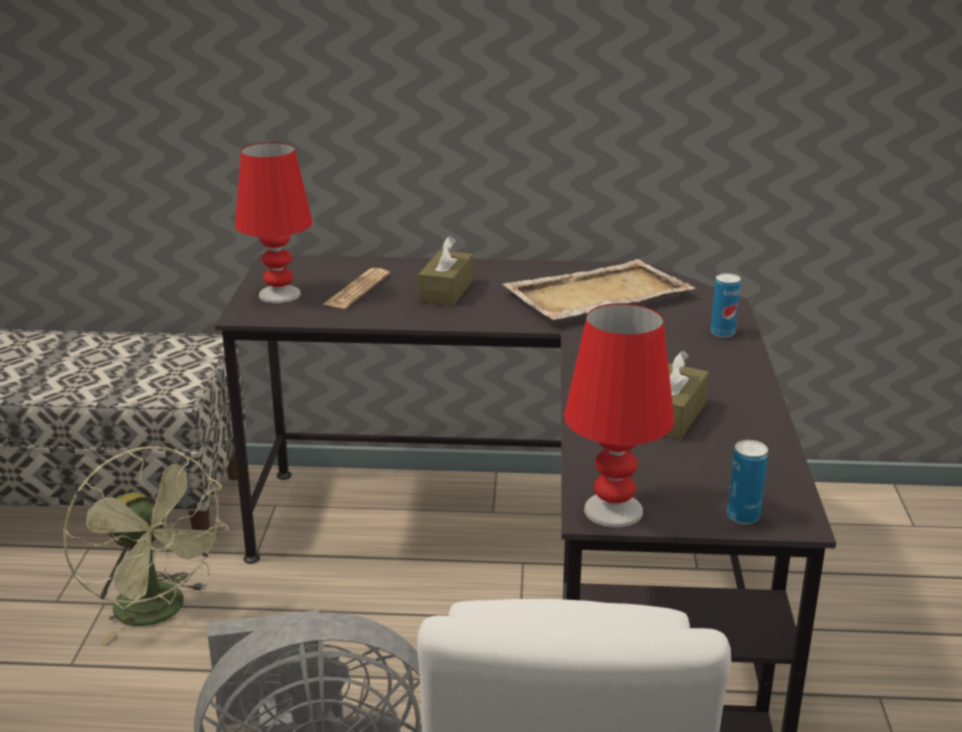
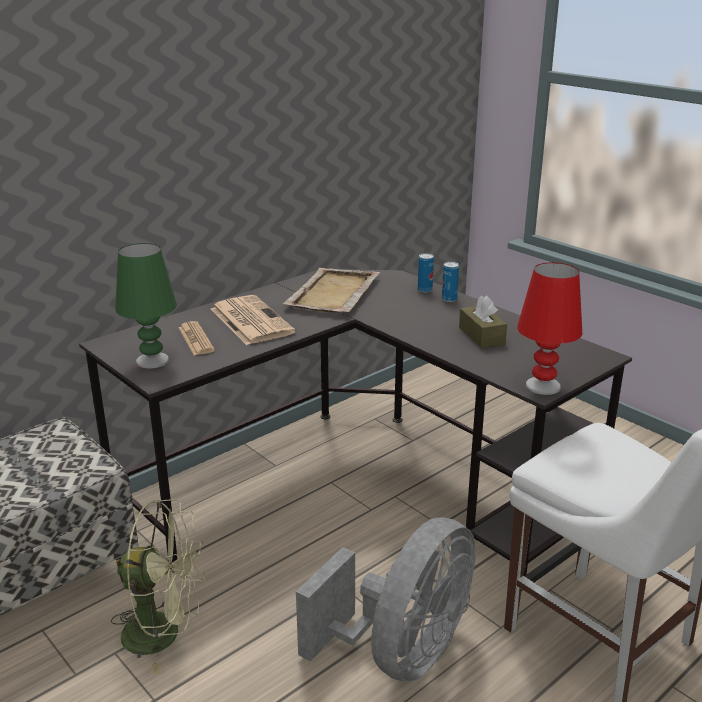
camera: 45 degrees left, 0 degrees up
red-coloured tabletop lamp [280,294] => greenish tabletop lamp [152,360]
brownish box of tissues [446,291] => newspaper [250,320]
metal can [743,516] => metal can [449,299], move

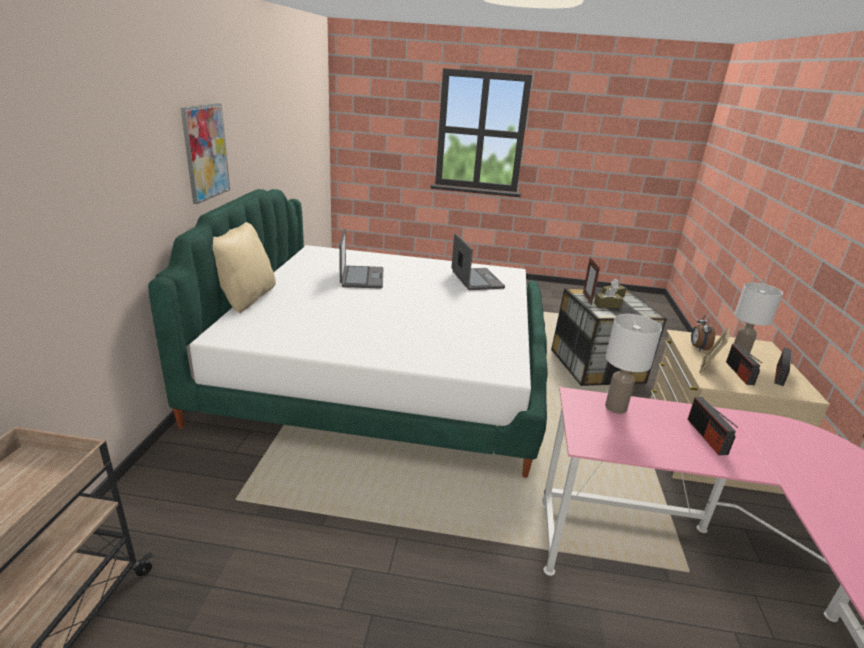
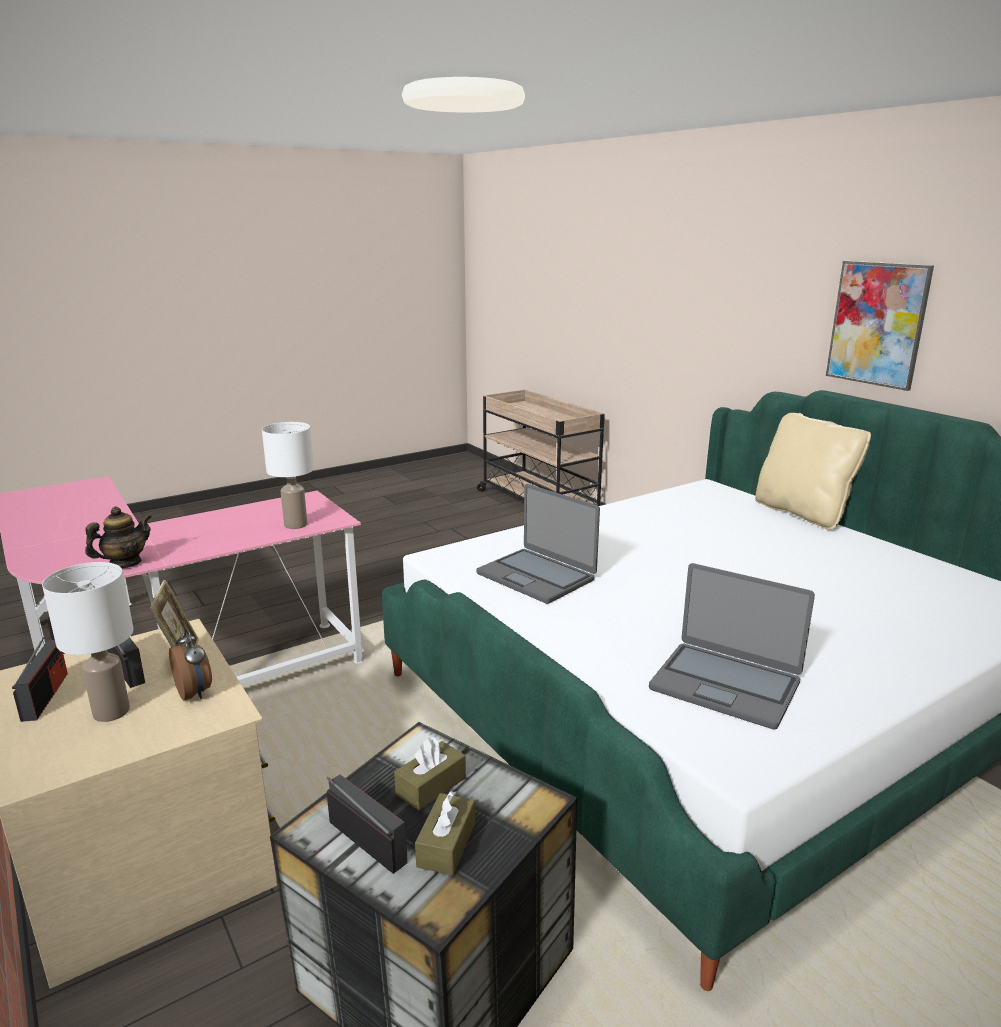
camera: 140 degrees right, 5 degrees down
nothing => pot for tea [125,563]
radio set [707,436] => radio set [367,841], move
laptop [361,278] => laptop [536,576], move
photo frame [587,299] => nothing

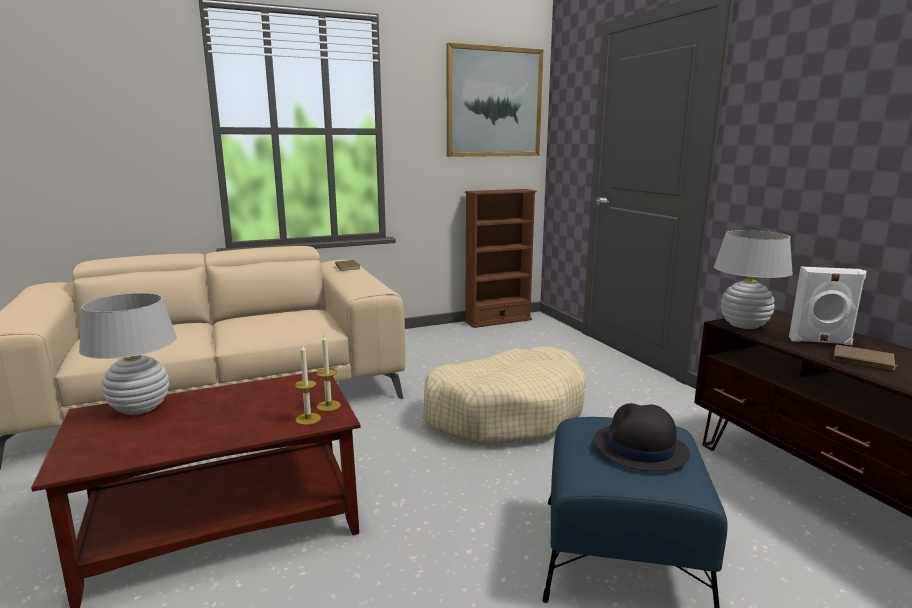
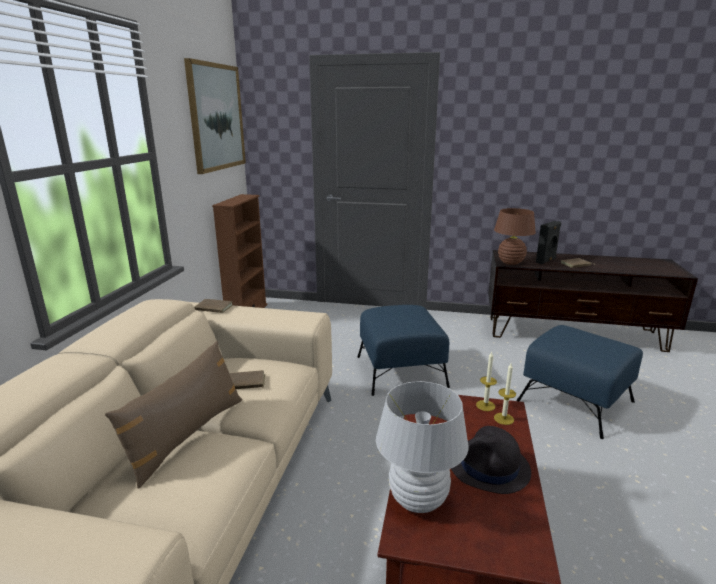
camera: 55 degrees left, 5 degrees up
nothing => brownish pillow [187,435]
nothing => brownish volume [245,383]
beige-coloured pet bed [505,413] => bluish ottoman [400,371]
black-coloured wearable hat [639,448] => black-coloured wearable hat [489,467], move
white tabletop lamp [743,325] => brownish tabletop lamp [510,262]
white loudspeaker [820,341] => black-coloured loudspeaker [546,261]

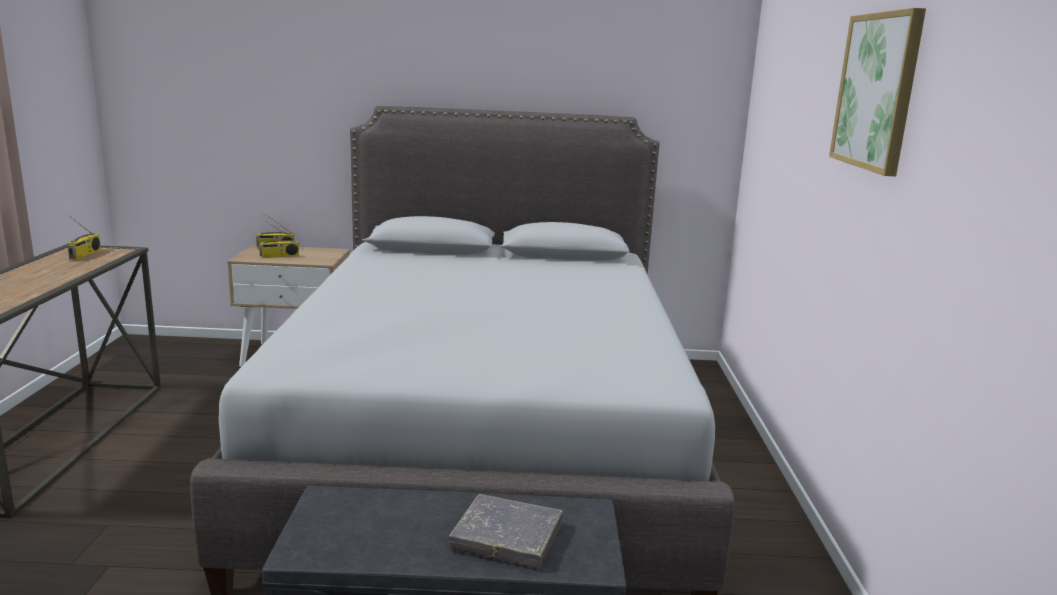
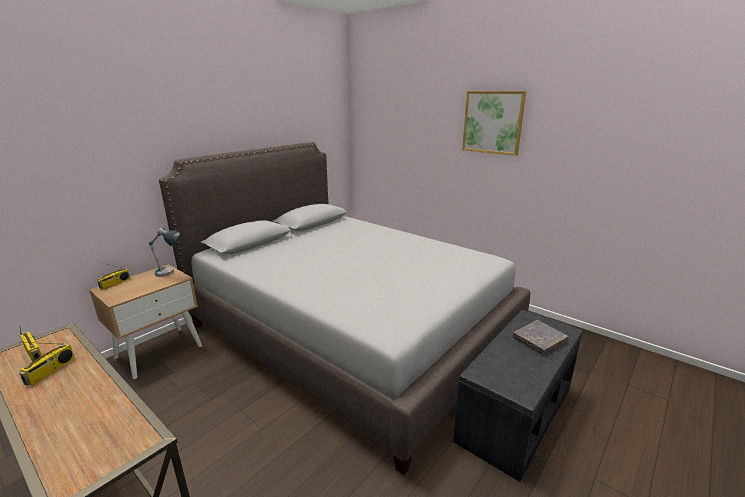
camera: 50 degrees left, 5 degrees up
radio set [279,256] => radio set [51,371], move
nothing => tabletop lamp [170,274]

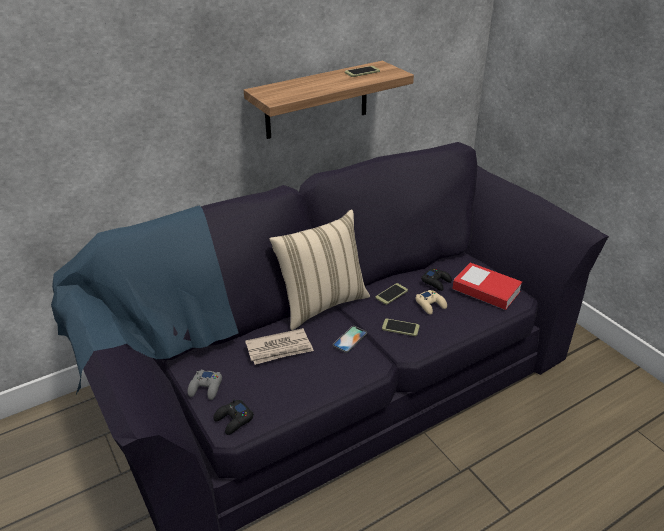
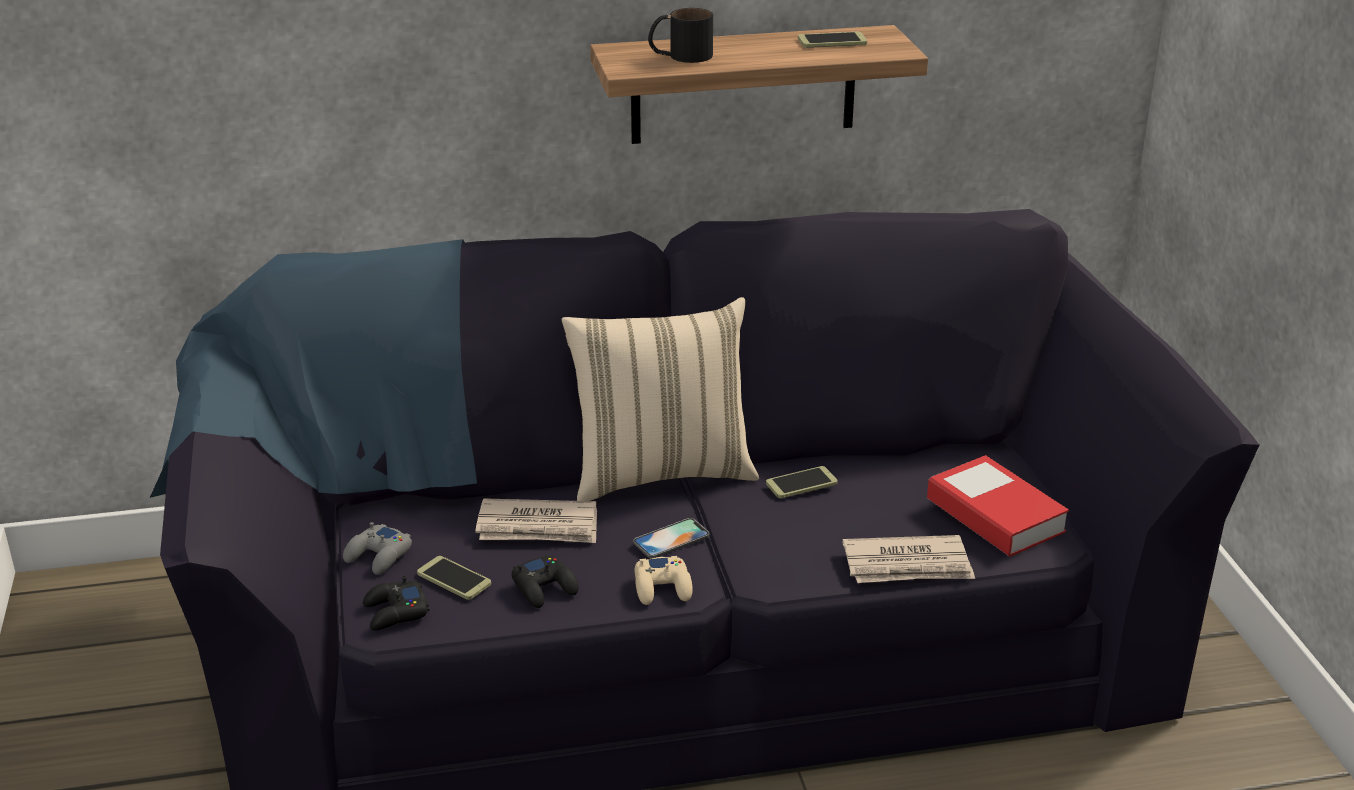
camera: 20 degrees right, 5 degrees down
telephone [400,328] => telephone [454,579], move
black-coloured gamepad [436,282] => black-coloured gamepad [545,588], move
beige-coloured gamepad [430,305] => beige-coloured gamepad [663,587], move
nothing => black-coloured mug [680,56]
nothing => newspaper [908,565]

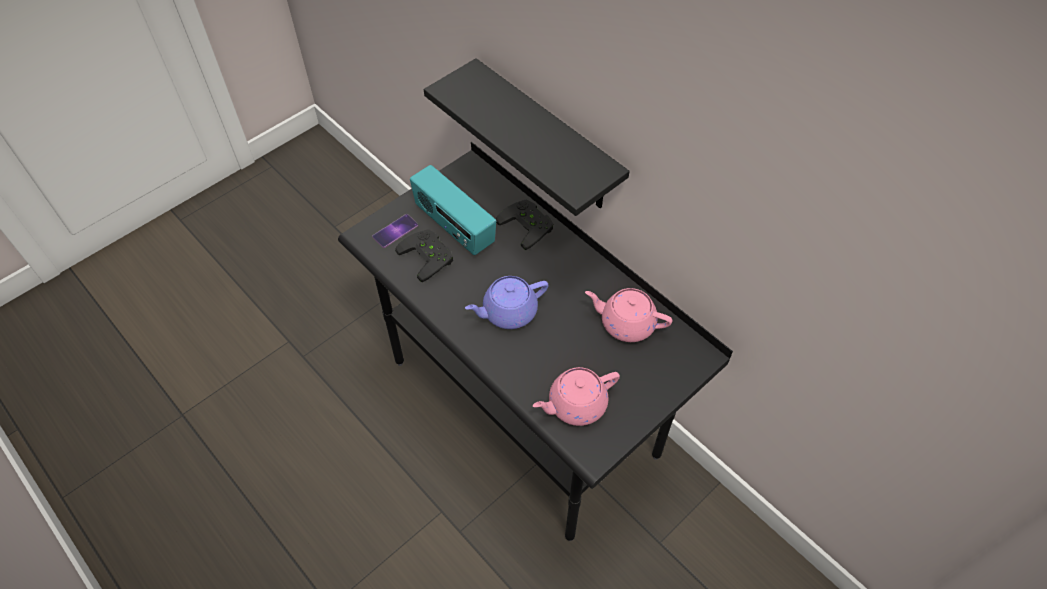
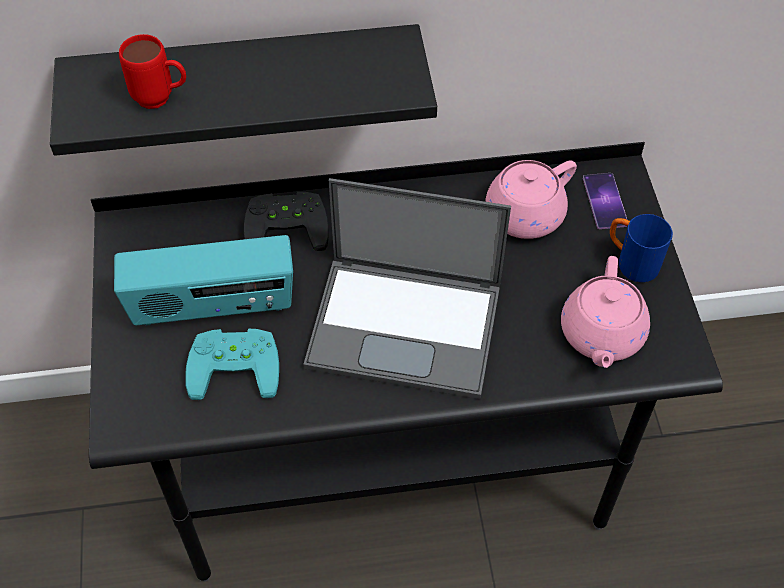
camera: 55 degrees left, 0 degrees up
nothing => red-coloured mug [162,99]
black-coloured gamepad [429,256] => turquoise-coloured gamepad [236,363]
purple-coloured pot for tea [508,312] => laptop [407,325]
telephone [395,231] => telephone [605,201], move
nothing => bluish mug [631,262]

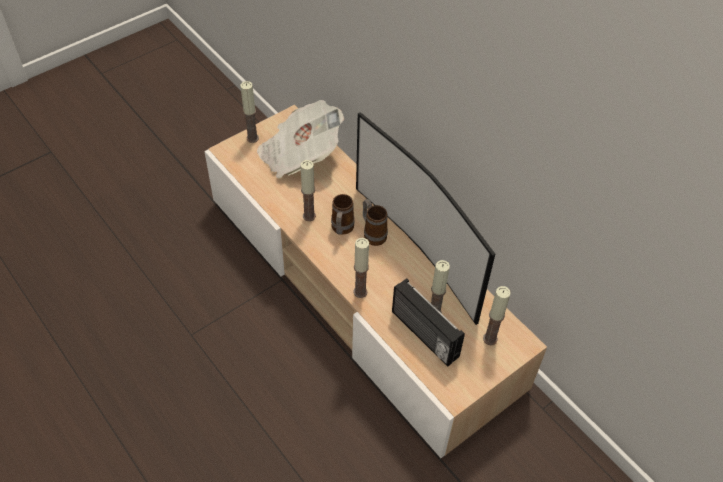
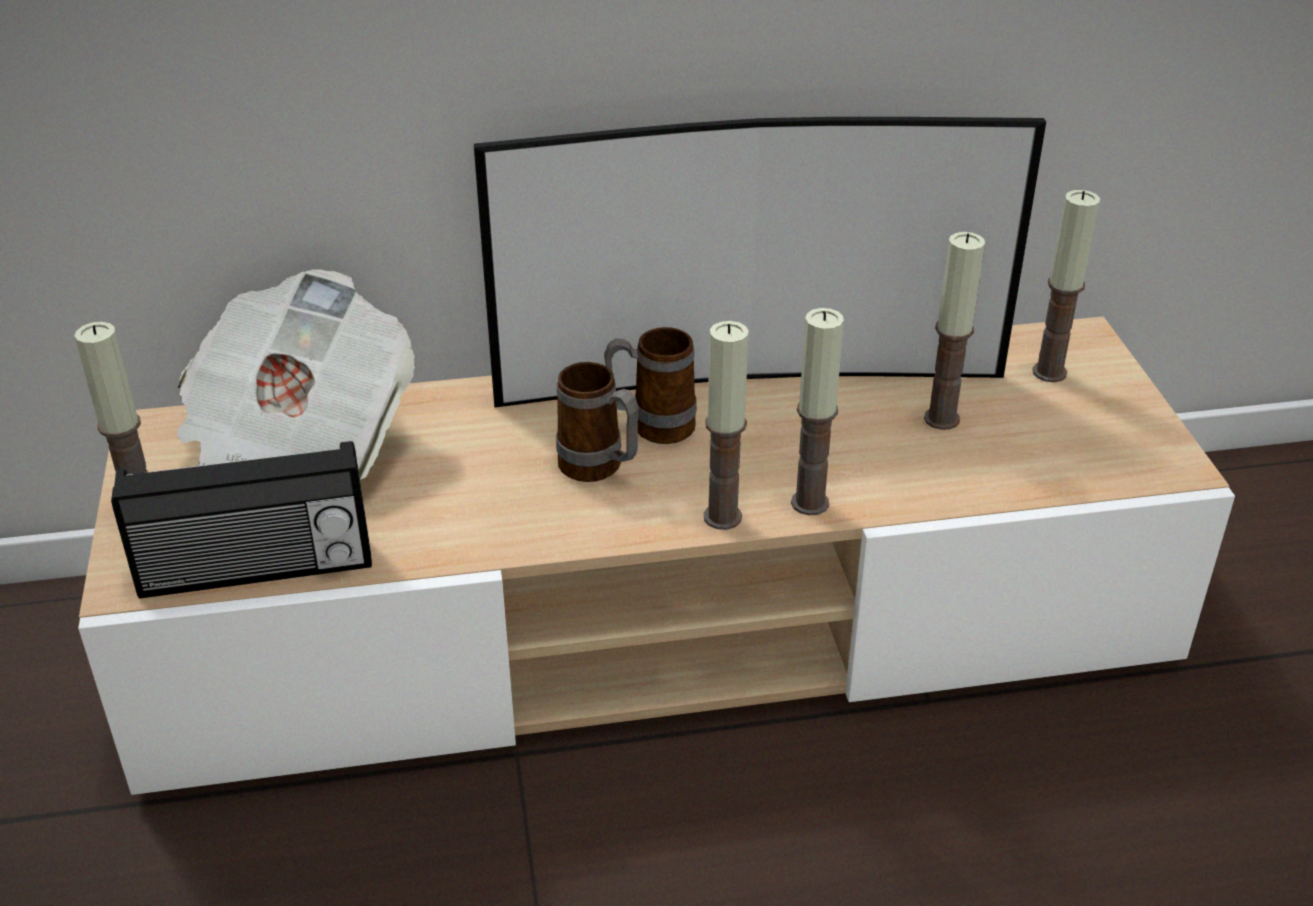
camera: 60 degrees left, 15 degrees down
radio set [423,335] => radio set [256,571], move
wax candle [309,216] => wax candle [722,517], move

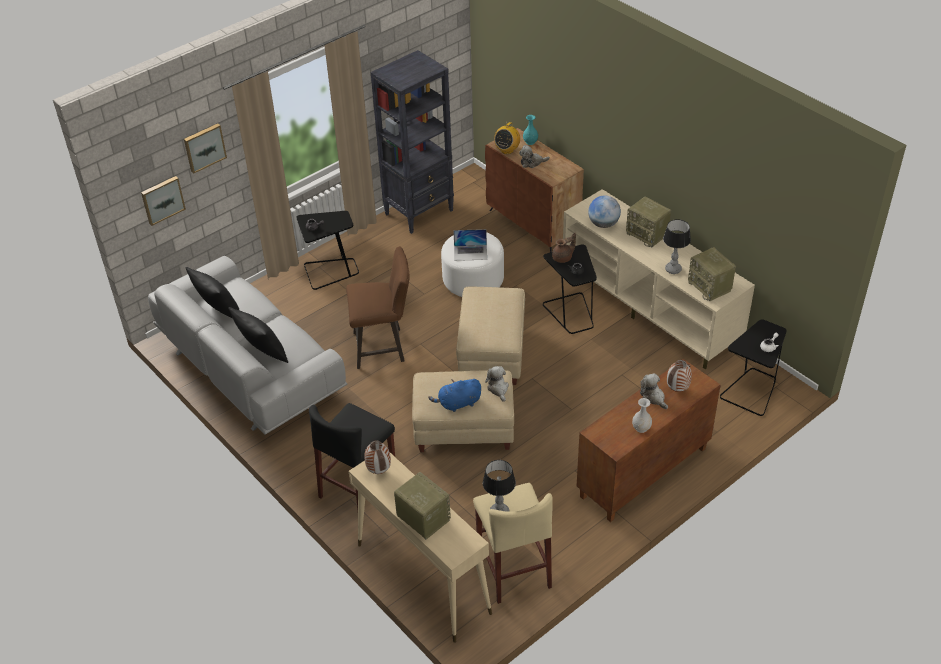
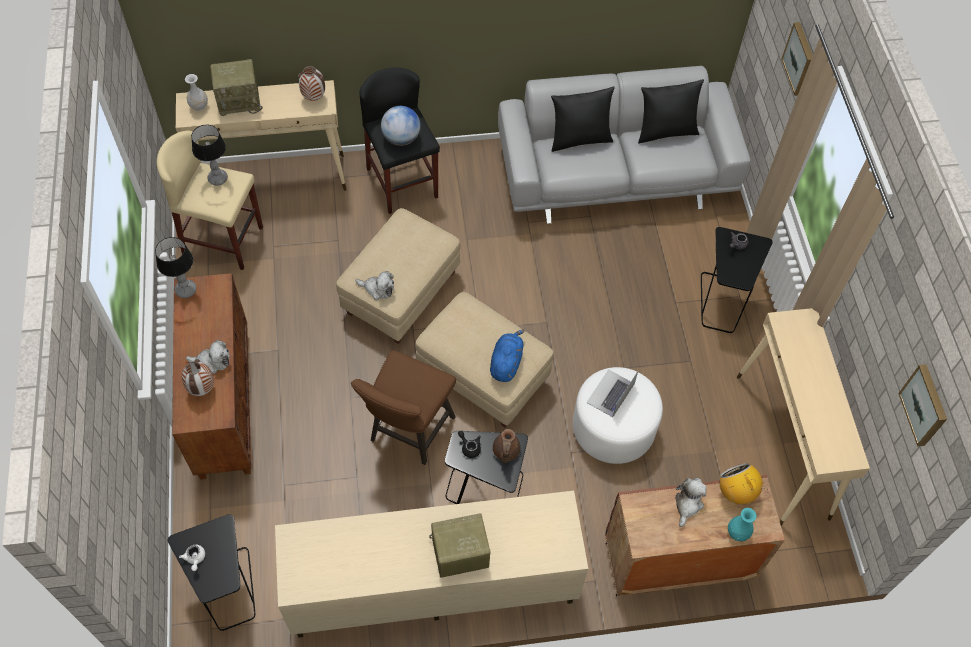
camera: 120 degrees right, 15 degrees up
tabletop lamp [673,269] => tabletop lamp [186,290], move
white flower vase [641,428] => white flower vase [199,106], move
brownish sitting stool [383,347] => brownish sitting stool [408,433], move
desk globe [603,224] => desk globe [401,138], move
bluish plush toy [458,403] => bluish plush toy [506,362], move
black-coloured shelving unit [419,212] => beige-coloured console table [782,446]
picture [162,199] => picture [925,405], move
radio set [710,287] => nothing

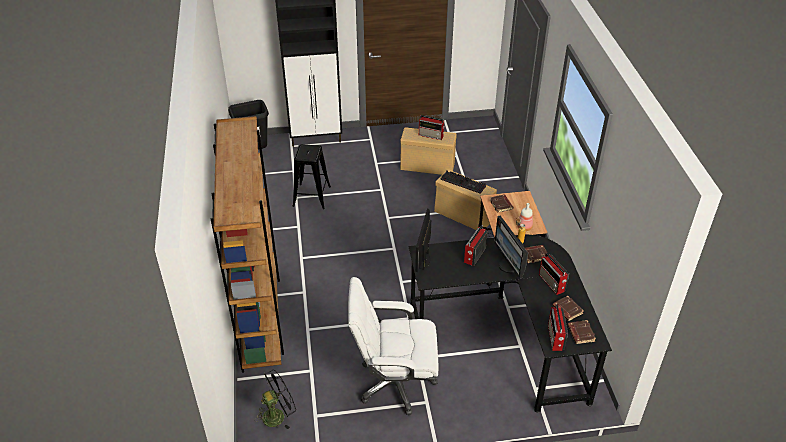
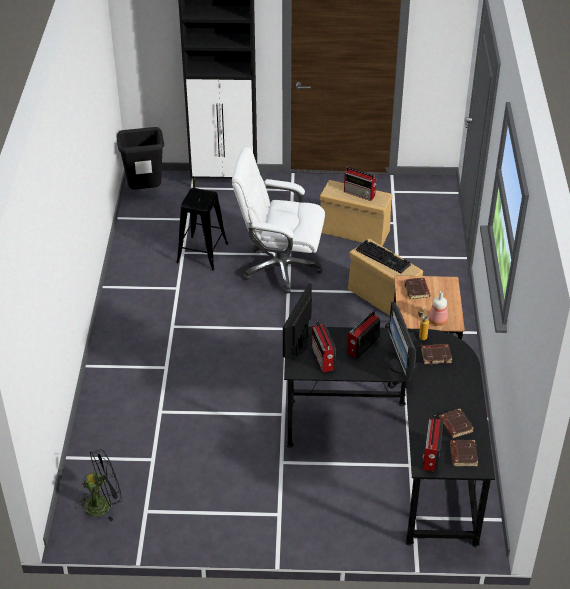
camera: 10 degrees right, 0 degrees up
white computer chair [394,383] => white computer chair [280,267], move
radio set [552,283] => radio set [323,359], move
brownish shelving unit [261,317] => nothing

